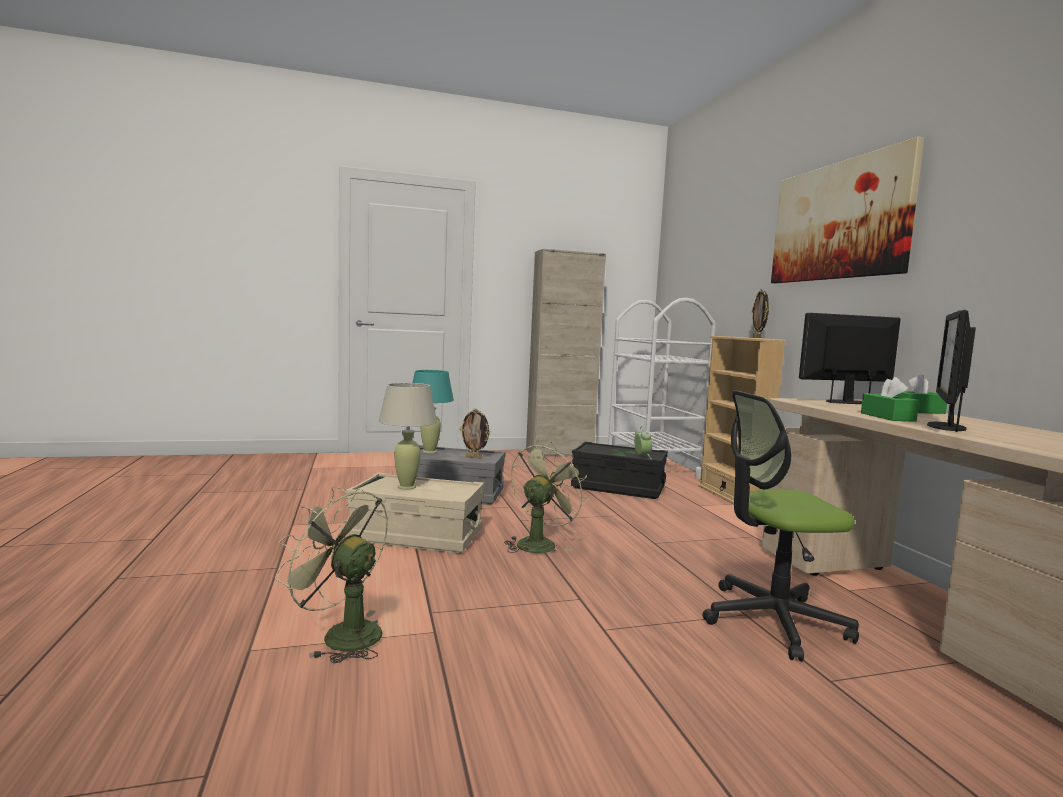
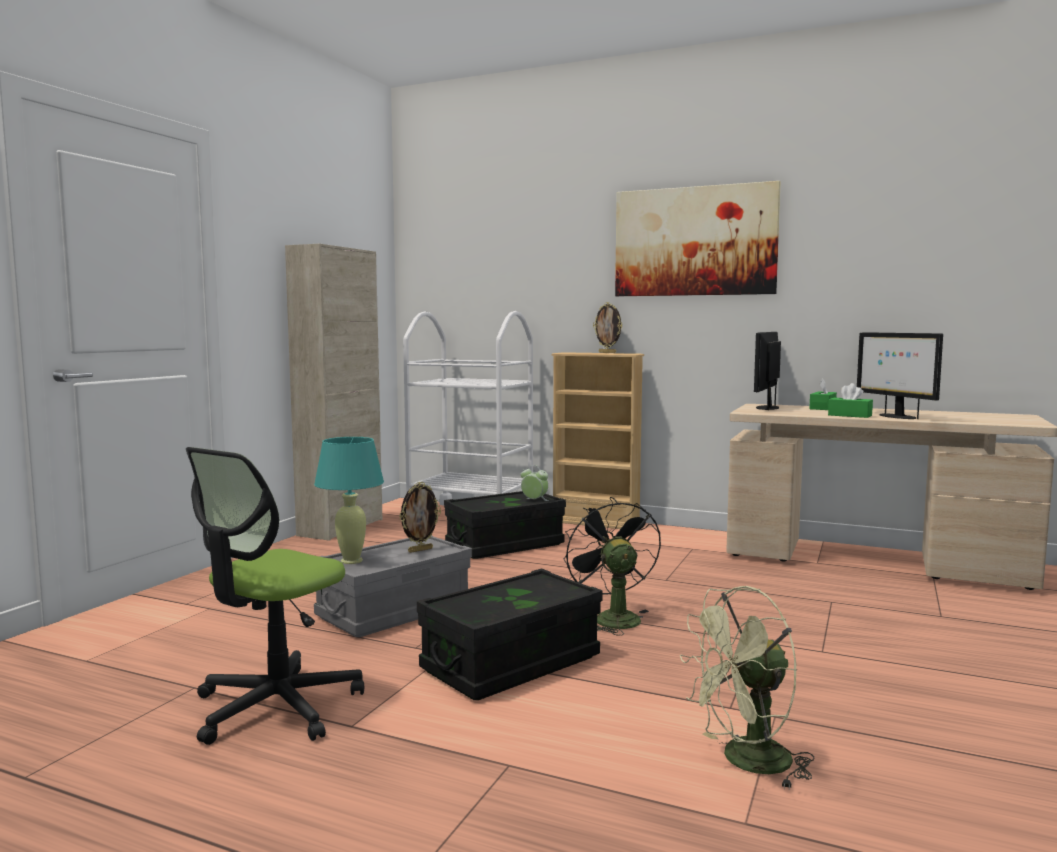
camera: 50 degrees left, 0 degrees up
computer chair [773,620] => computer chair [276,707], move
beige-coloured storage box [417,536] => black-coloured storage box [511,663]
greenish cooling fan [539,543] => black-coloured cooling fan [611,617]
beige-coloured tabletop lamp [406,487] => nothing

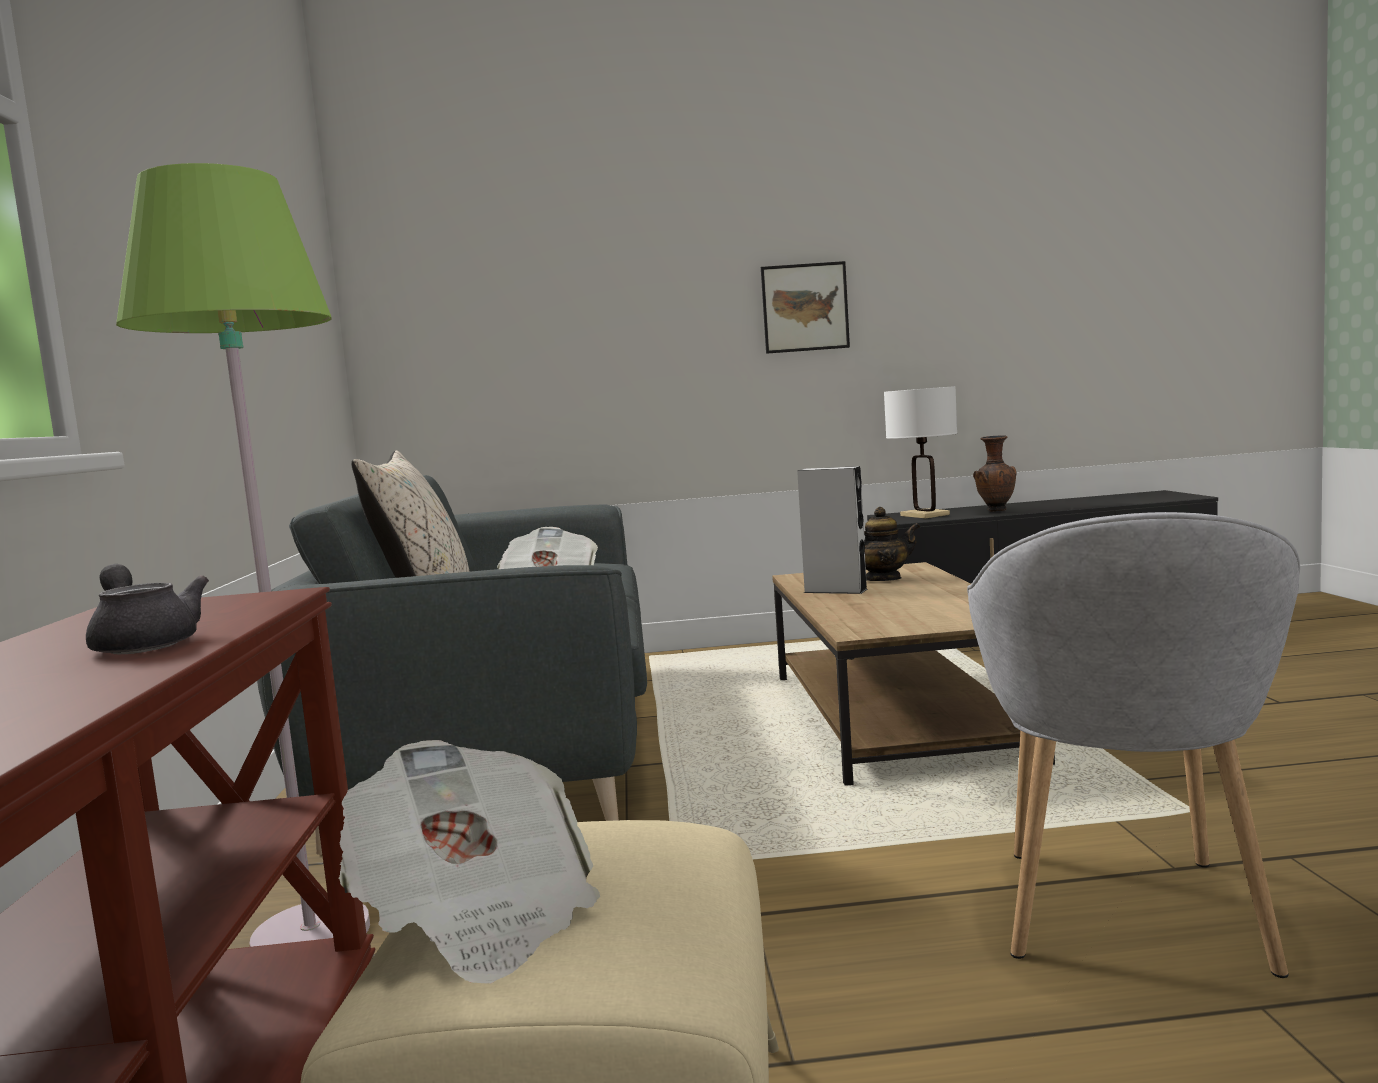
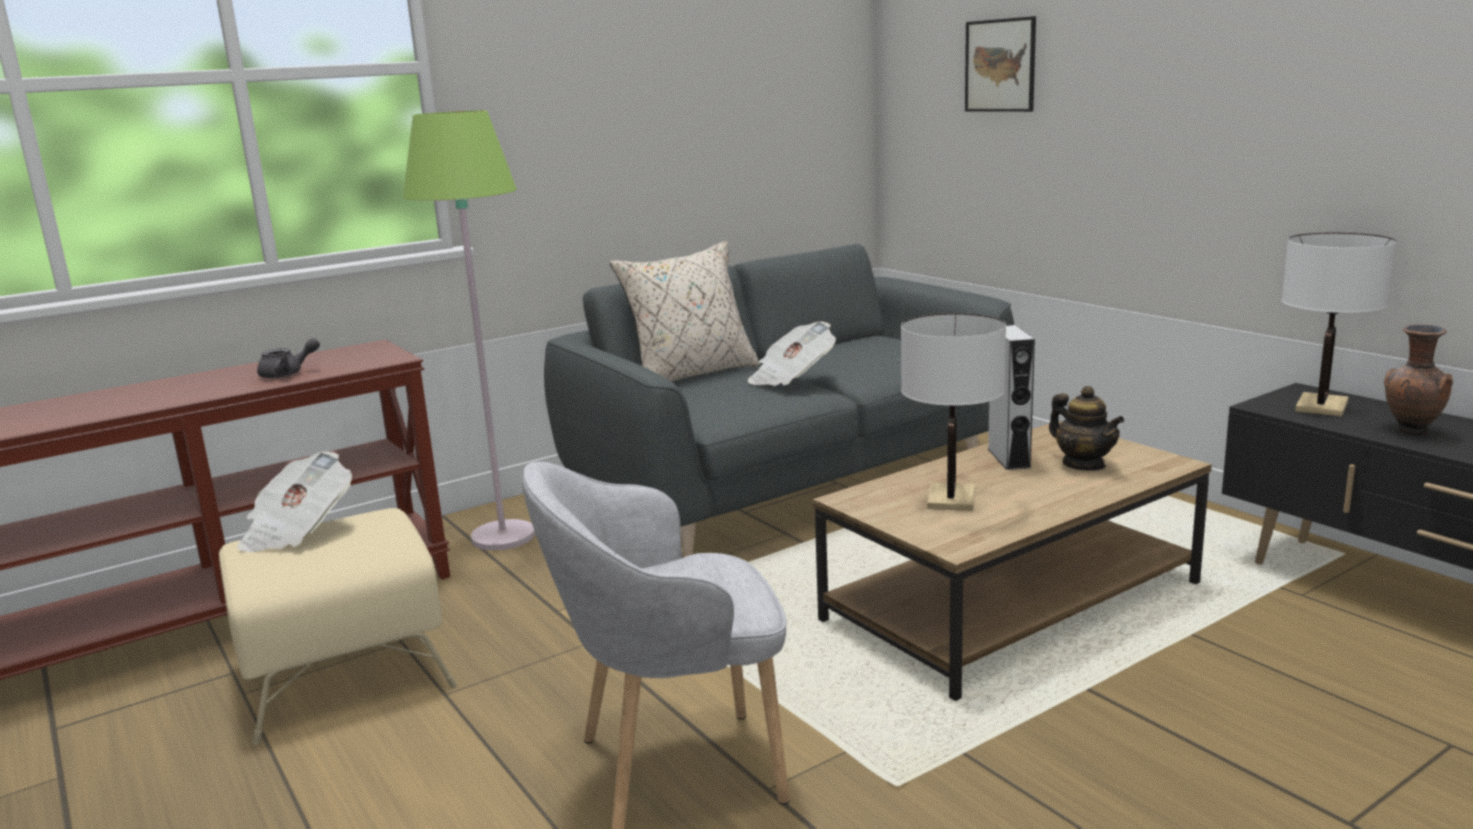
camera: 60 degrees right, 10 degrees up
gray pot for tea [144,643] => gray pot for tea [288,374], 45 degrees clockwise
nothing => white tabletop lamp [951,499]
picture [805,307] => picture [1000,65], move

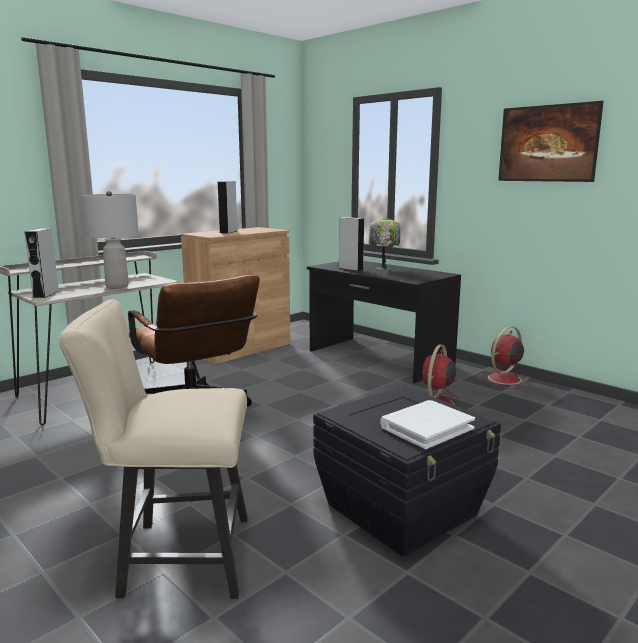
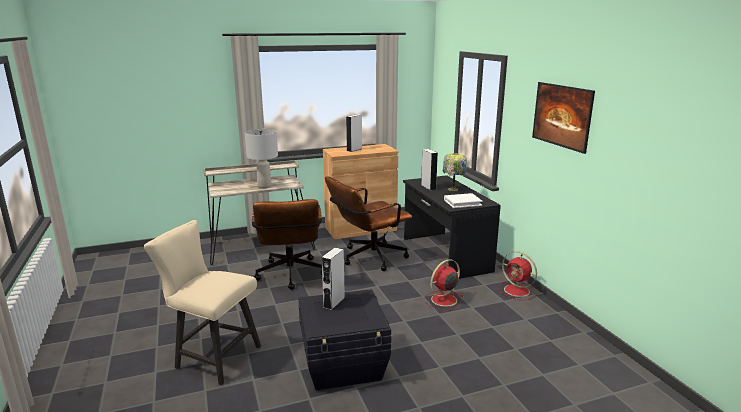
camera: 25 degrees right, 5 degrees up
gray loudspeaker [46,294] => gray loudspeaker [334,302], move
nothing => brownish computer chair [368,258]
white volume [426,427] => white volume [462,202], move
red-coloured cooling fan [503,379] => red-coloured cooling fan [518,291], 120 degrees counterclockwise

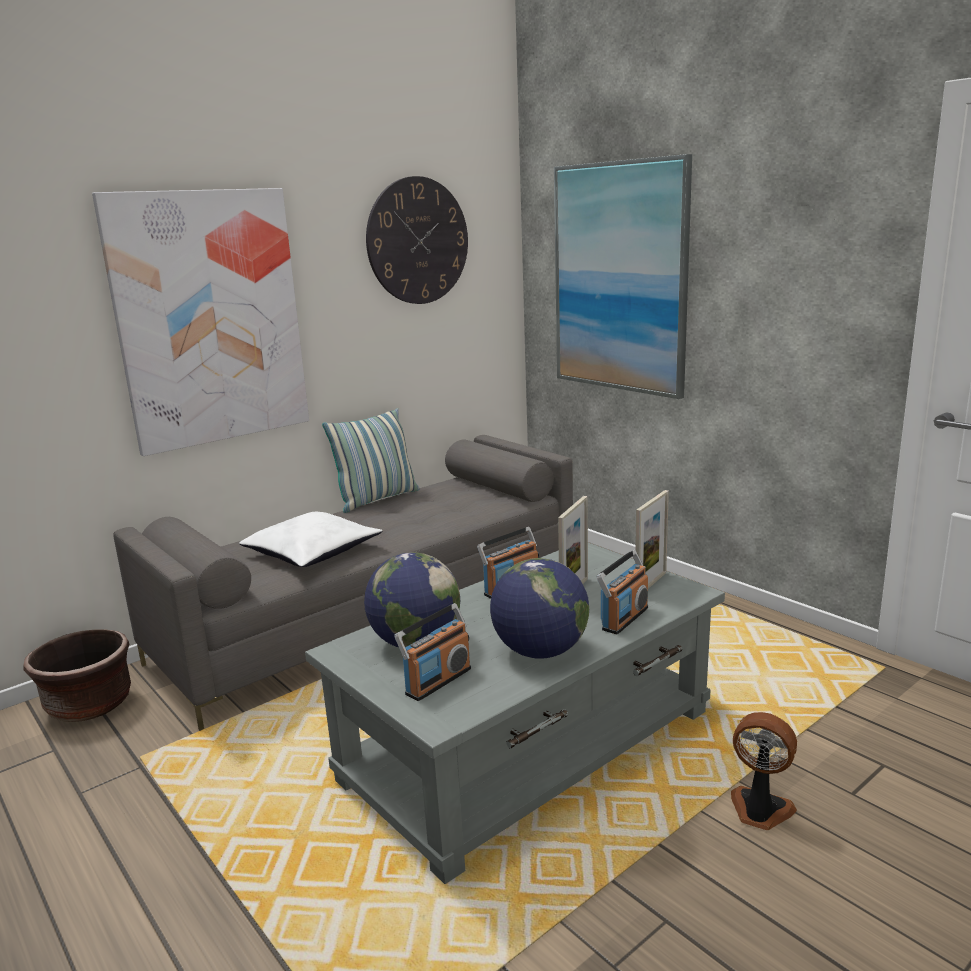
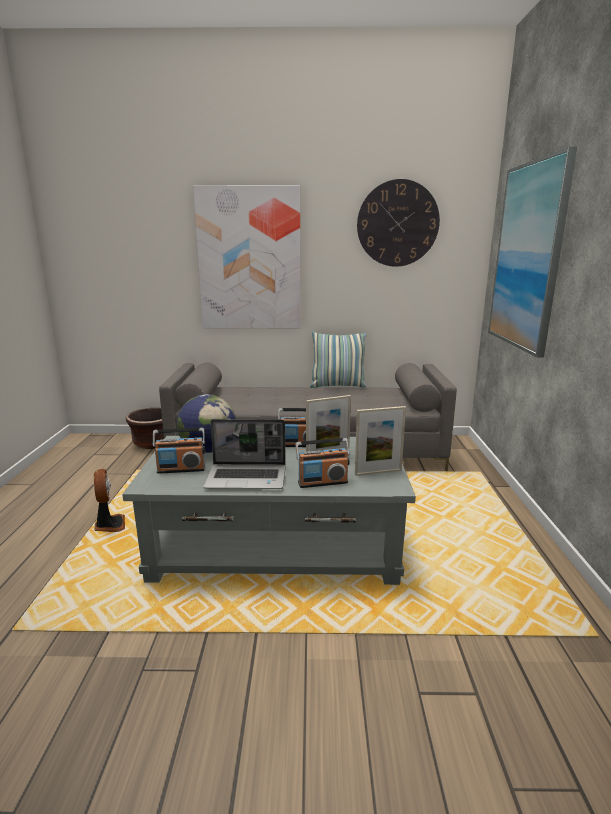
camera: 40 degrees right, 0 degrees up
cooling fan [759,811] => cooling fan [110,525], move
desk globe [540,651] => laptop [247,478]
white pillow [313,552] => nothing

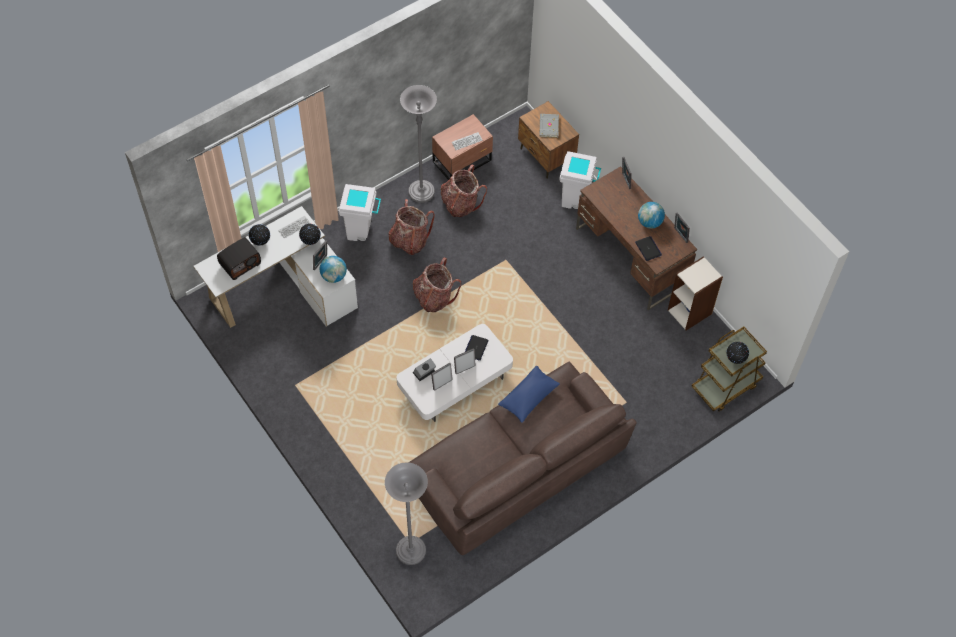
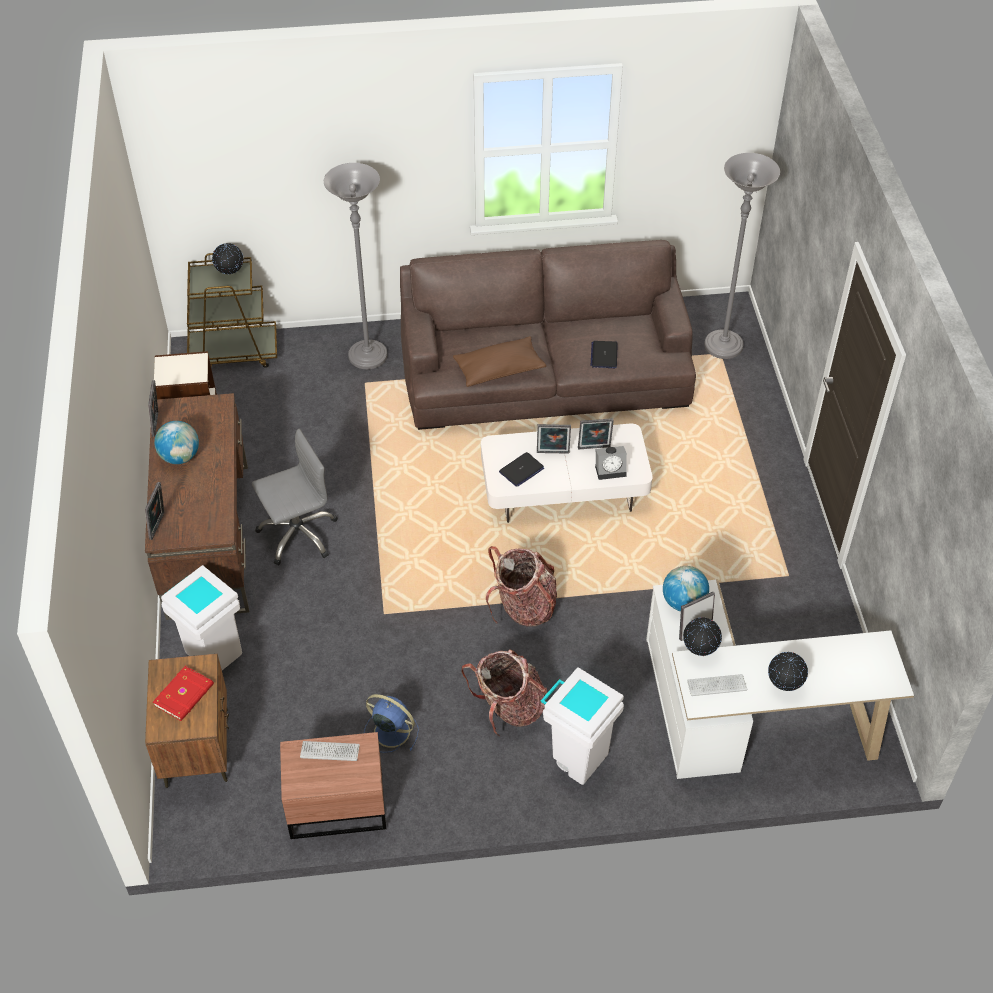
camera: 150 degrees left, 10 degrees down
gray volume [548,127] => red-coloured volume [185,695]
nothing => gray computer chair [298,534]
gray standard lamp [421,192] => gray standard lamp [368,356], move
knapsack [460,204] => bluish cooling fan [390,731]
bluish pillow [528,398] => brownish pillow [499,370]
laptop [648,249] => laptop [604,355], move
radio set [240,264] => nothing

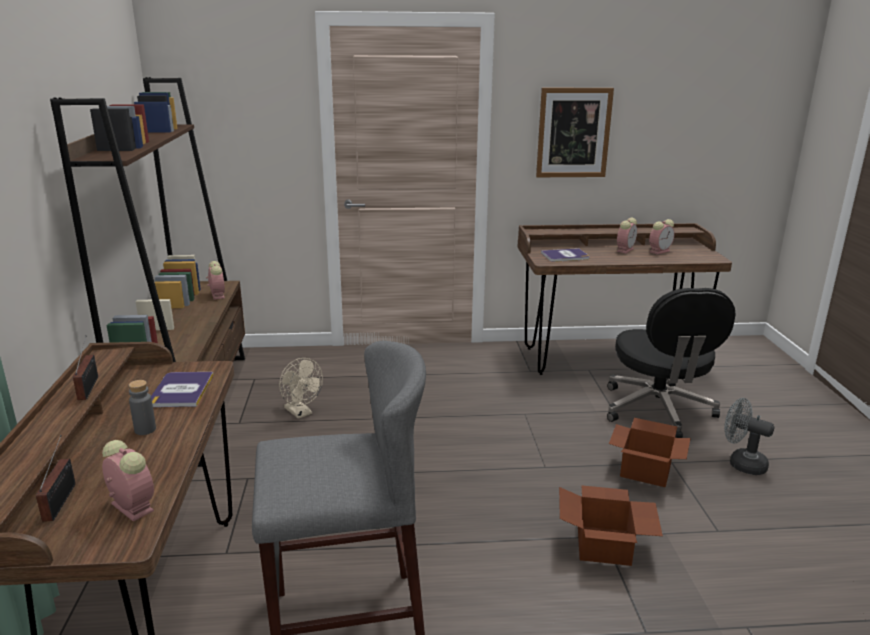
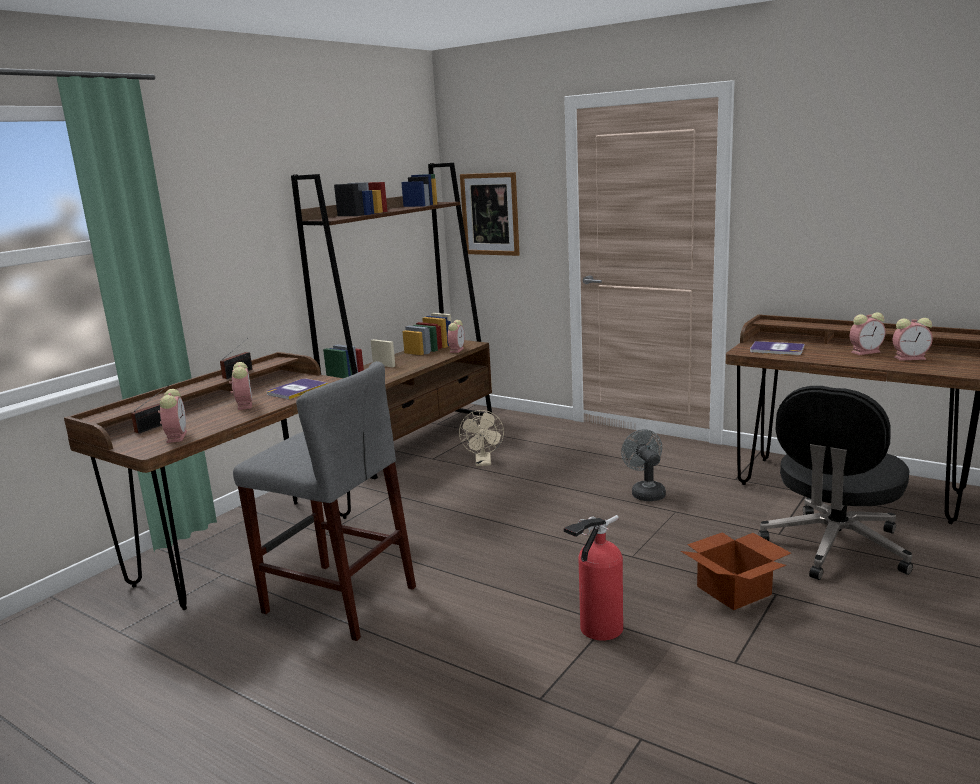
camera: 40 degrees right, 5 degrees down
gray bottle [145,430] => table clock [244,405]
picture [573,133] => picture [490,214], move
cardboard box [605,546] => fire extinguisher [598,630]
gray cooling fan [741,463] => gray cooling fan [645,492], move

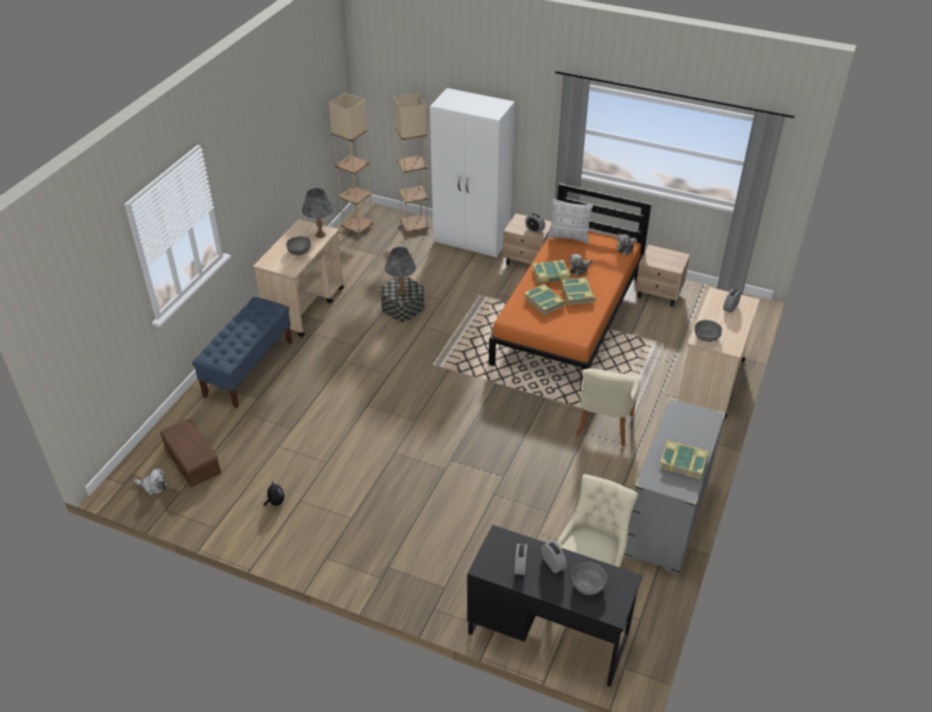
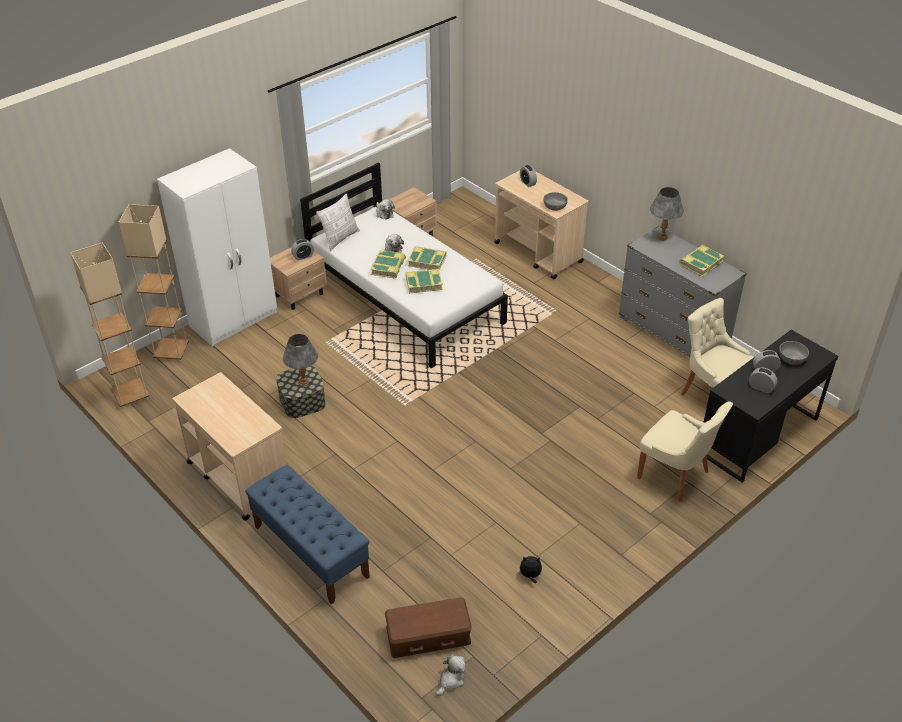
camera: 65 degrees left, 0 degrees up
orangey bed [568,320] => white bed [405,299]
beige-coloured plain chair [603,427] => beige-coloured plain chair [675,475], move
gray tabletop lamp [320,235] => gray tabletop lamp [662,237], move
gray serving bowl [299,251] => nothing

